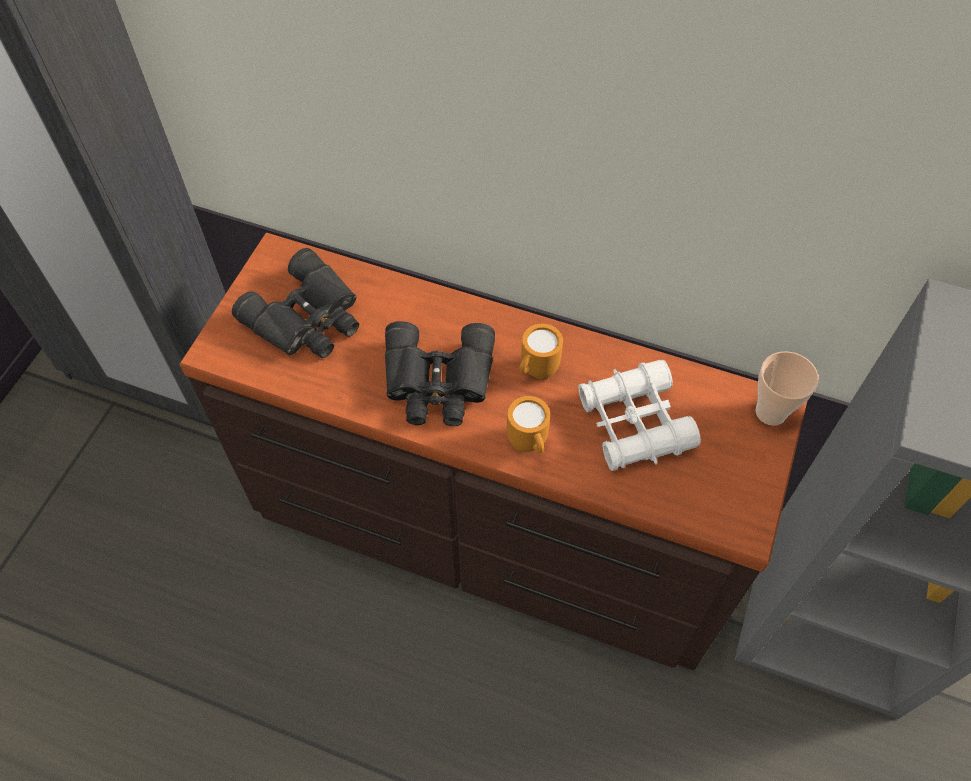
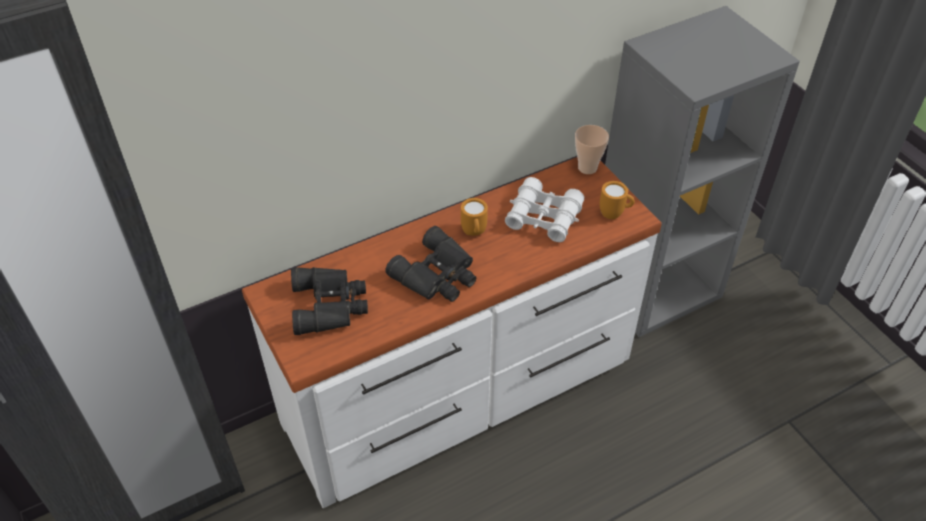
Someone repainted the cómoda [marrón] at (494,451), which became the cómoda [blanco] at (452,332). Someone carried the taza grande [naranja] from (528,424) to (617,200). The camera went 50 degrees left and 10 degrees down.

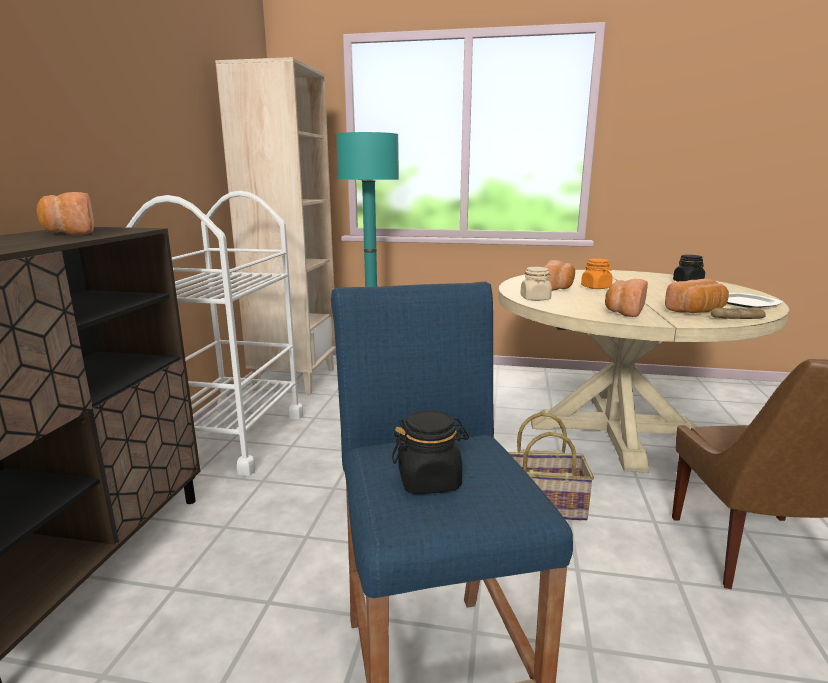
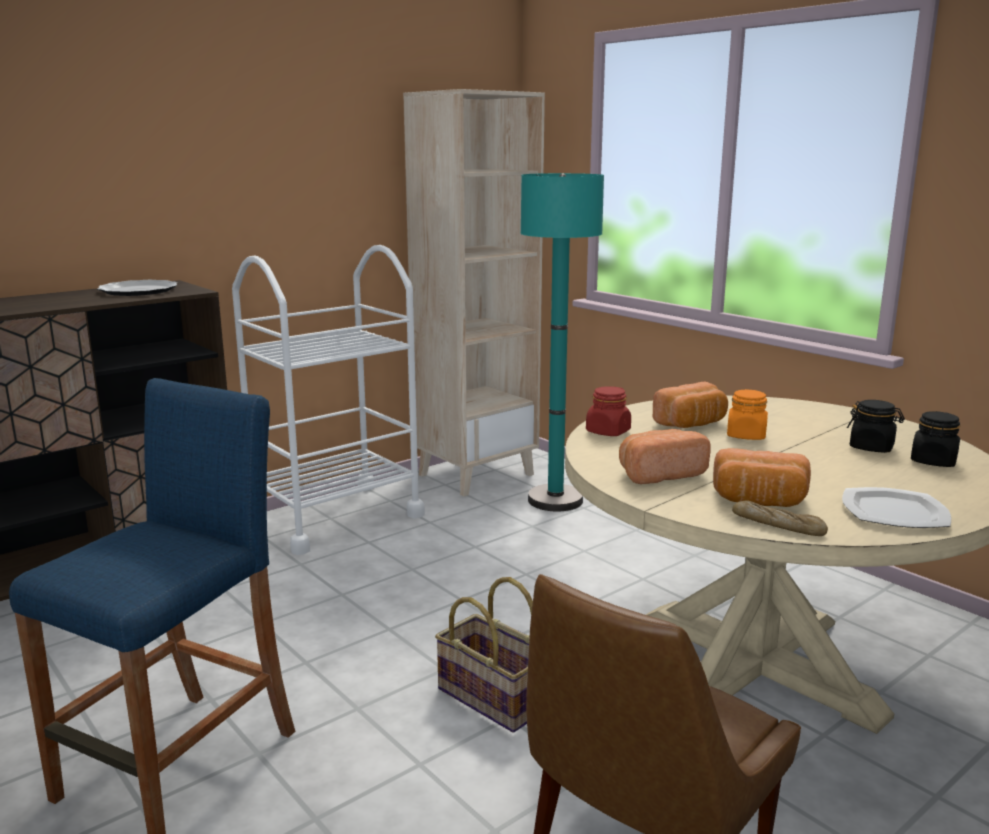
Someone swapped the pan at (65,213) for the plato at (137,288). Someone carried the tarro [negro] from (430,452) to (876,426). Someone repainted the tarro [beis] at (536,284), which became the tarro [rojo] at (608,411). The camera went 40 degrees right and 0 degrees up.

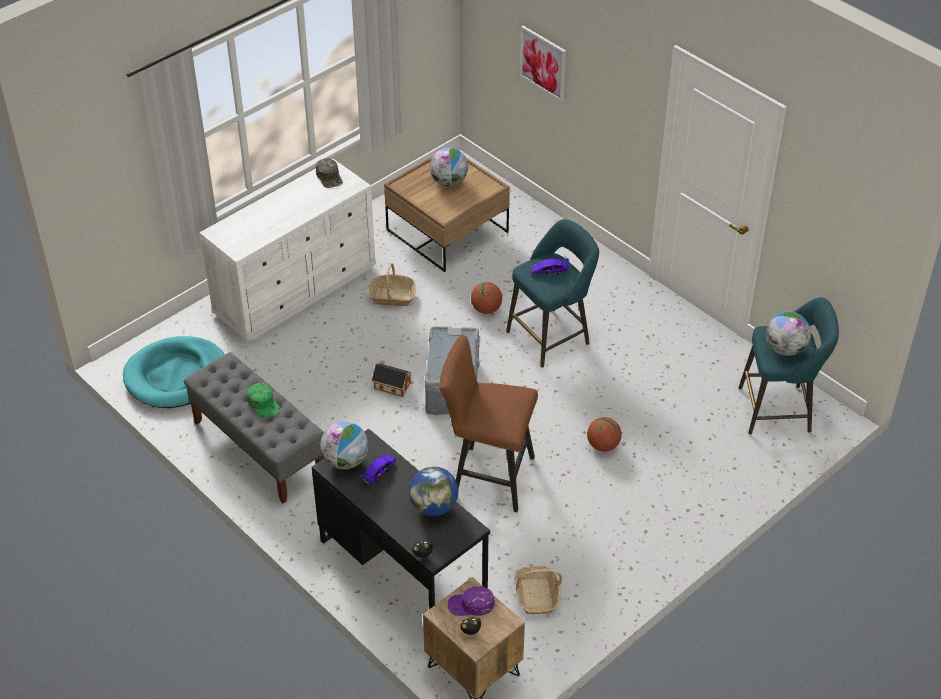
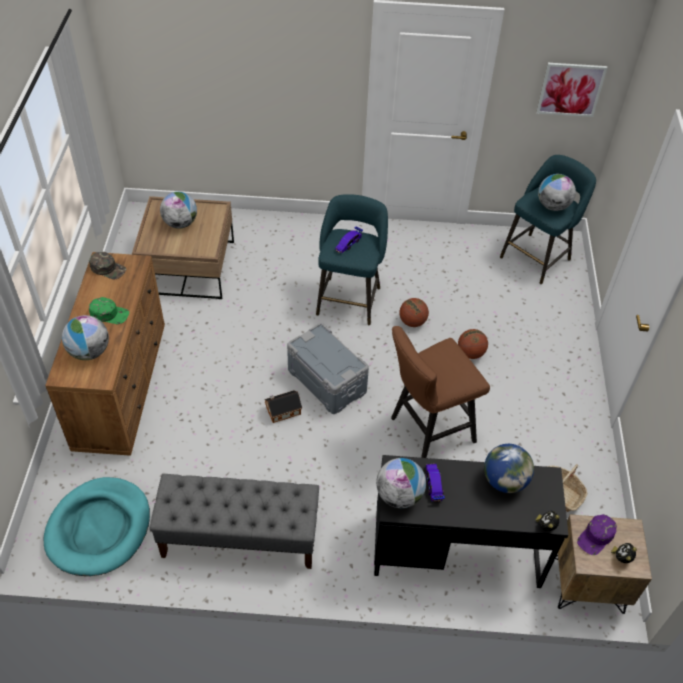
Someone repainted the cómoda [blanco] at (287,250), which became the cómoda [marrón] at (105,354). Someone carried the gorra [verde] from (263,400) to (109,310). Someone took away the cesta at (392,284). Someone carried the balón de baloncesto from (486,298) to (414,312). Someone carried the cuadro from (543,64) to (571,90). Someone put down the globo terráqueo at (85,337). The camera went 45 degrees left and 5 degrees up.

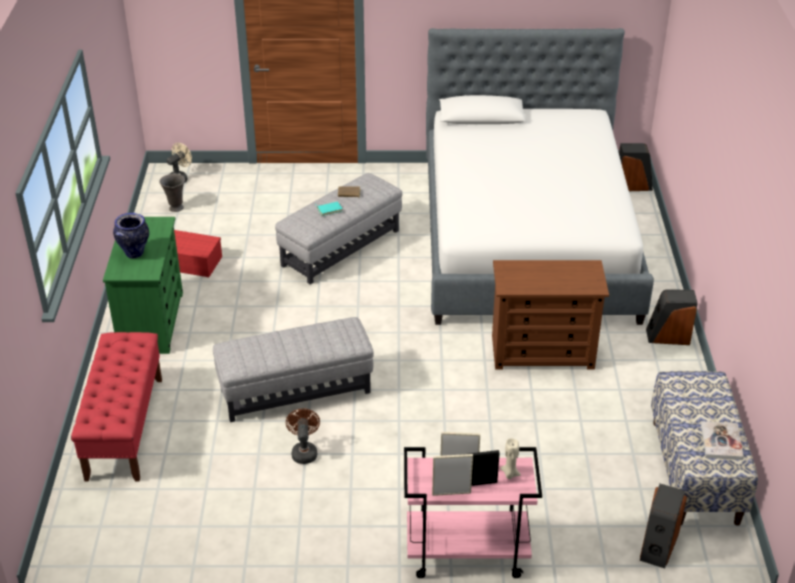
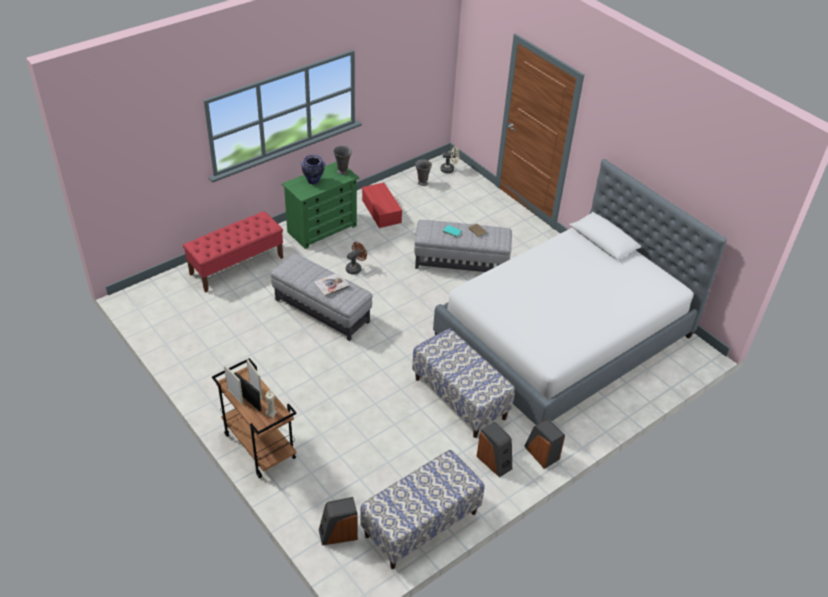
Someone carried the ventilador [marrón] from (303,436) to (356,258). Someone repainted the carrito [rosa] at (473,512), which became the carrito [marrón] at (254,418). Someone swapped the cómoda [marrón] at (550,315) for the banco at (463,383). Someone carried the altavoz from (636,167) to (494,449). Someone carried the libro from (722,440) to (332,284). Someone put down the florero [gris] at (342,160). The camera went 50 degrees right and 5 degrees up.

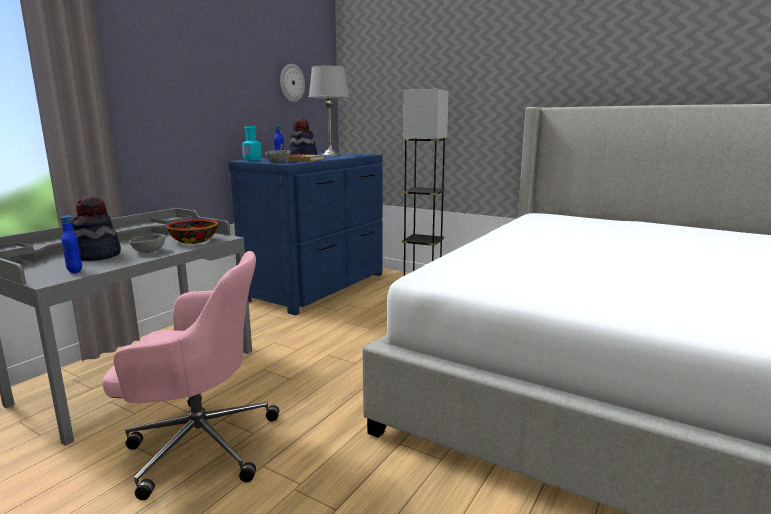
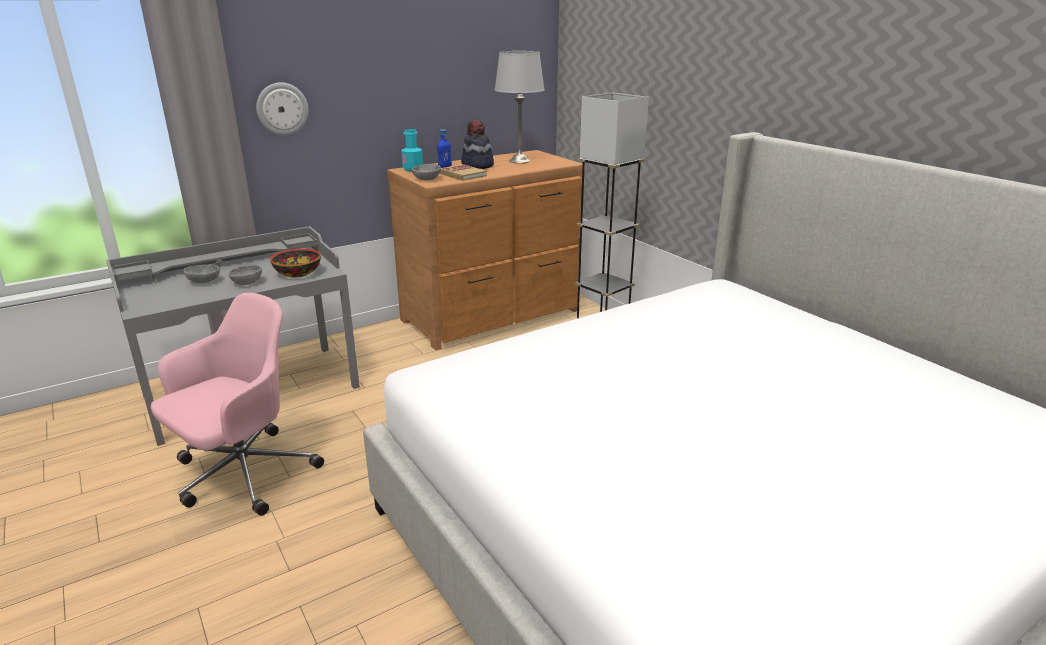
Someone took away the botella [azul] at (71,244). Someone swapped the sombrero at (96,228) for the cuenco [gris] at (202,274). Someone rotated the silla de oficina [rosa] at (190,375) by 75 degrees counterclockwise. Someone repainted the cómoda [azul] at (306,234), which became the cómoda [marrón] at (486,250). Someone carried the reloj de pared from (292,83) to (282,108). The camera went 25 degrees right and 10 degrees up.

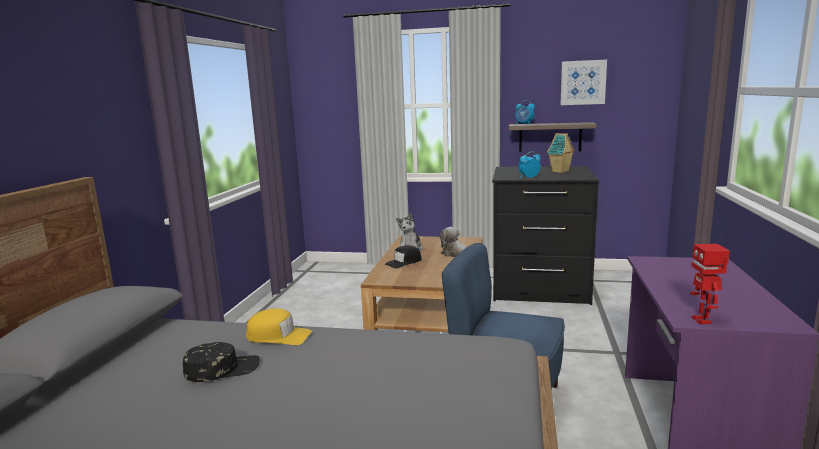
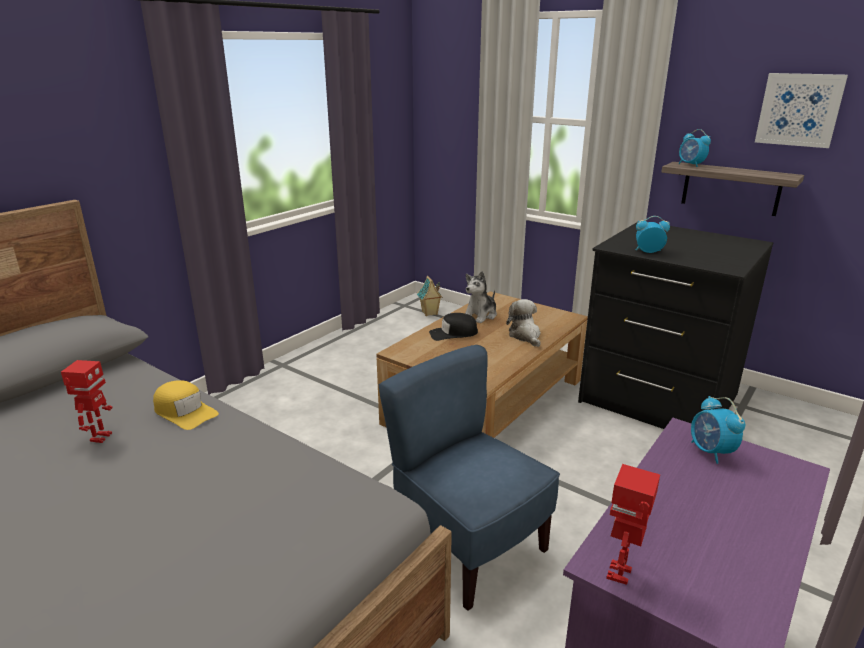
Someone swapped the gorra [negro] at (221,362) for the robot de juguete at (87,401). Someone carried the casita from (561,153) to (430,296). Someone put down the despertador at (718,430). The camera went 25 degrees right and 10 degrees up.

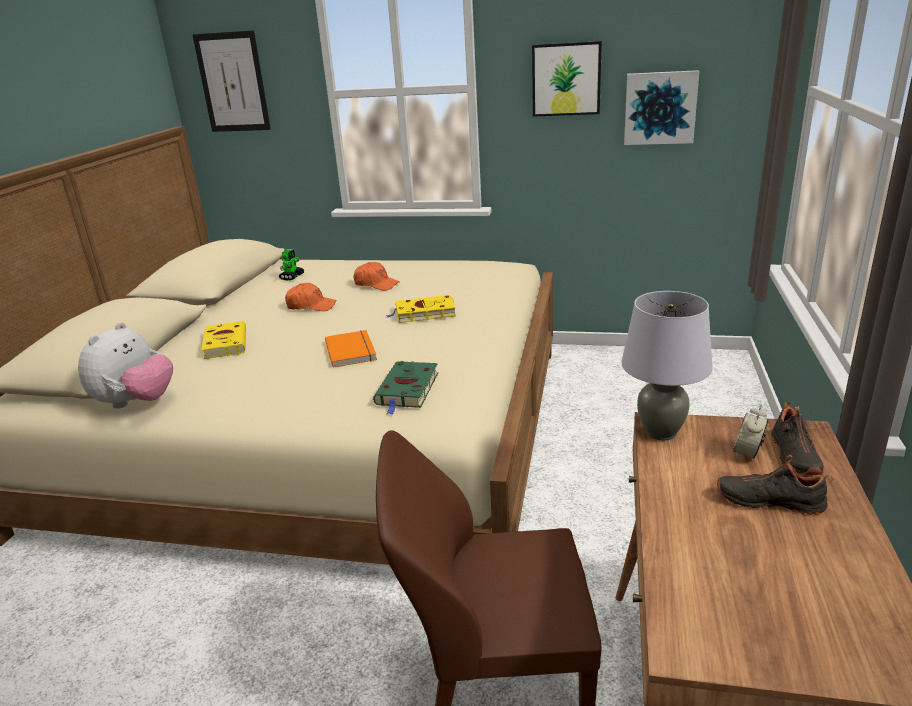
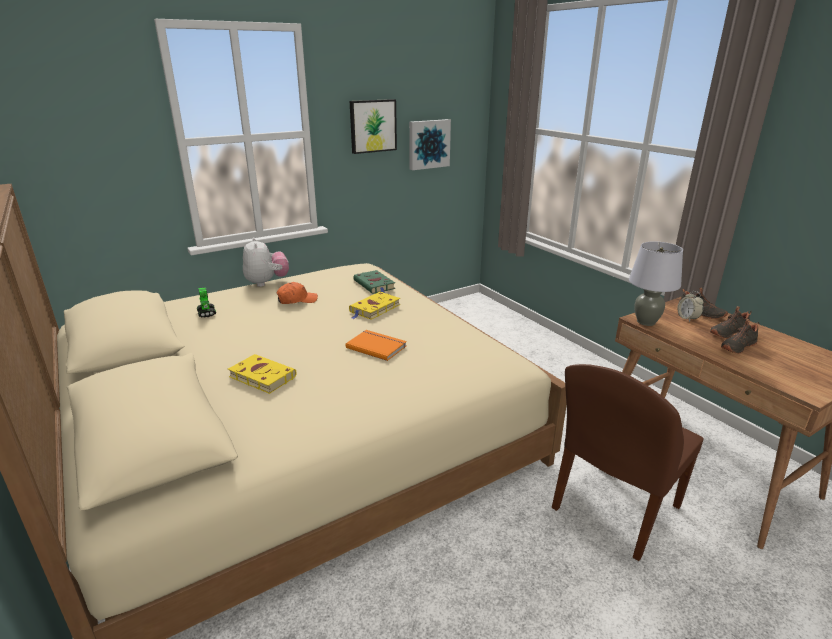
Someone carried the peluche from (125,365) to (266,262). Someone took away the cuadro at (231,81). Someone took away the gorra [naranja] at (310,297). Someone carried the libro [verde] from (405,388) to (374,282). Someone put down the zapato [negro] at (740,336). The camera went 45 degrees left and 0 degrees up.

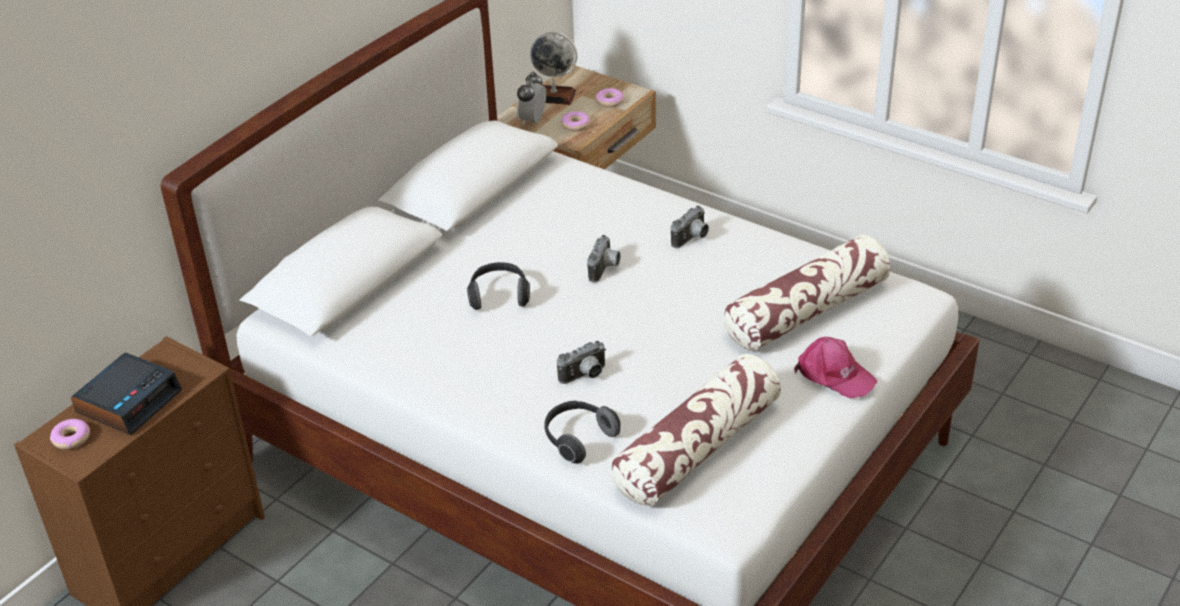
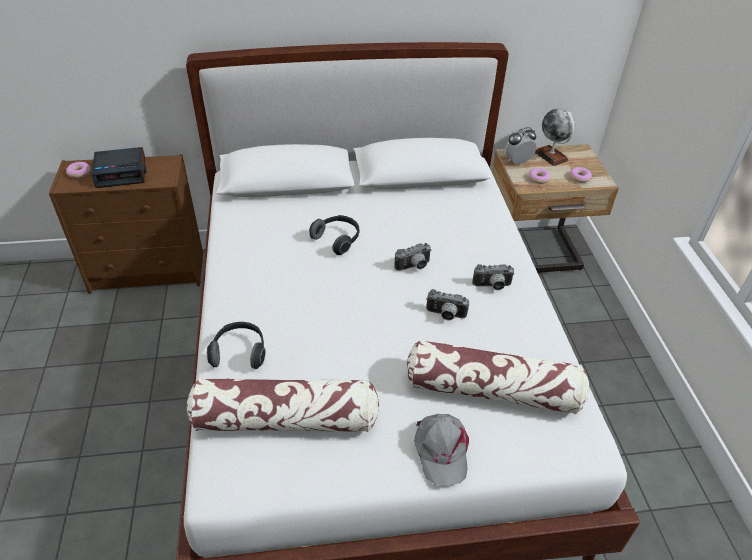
Someone carried the cámara from (581,362) to (447,304). Someone repainted the gorra [rosa] at (836,368), which became the gorra [gris] at (441,450). The camera went 45 degrees right and 5 degrees up.

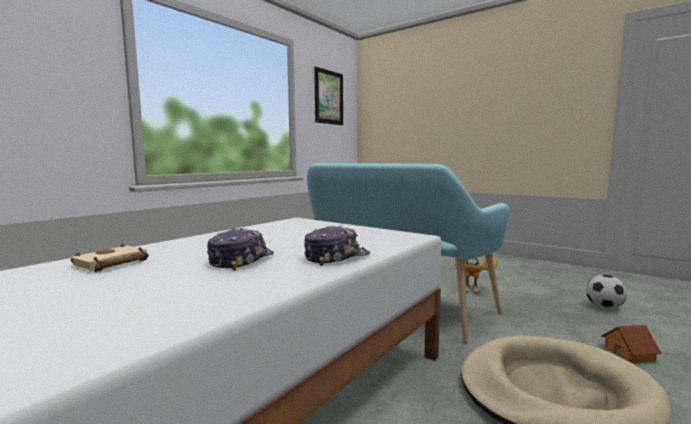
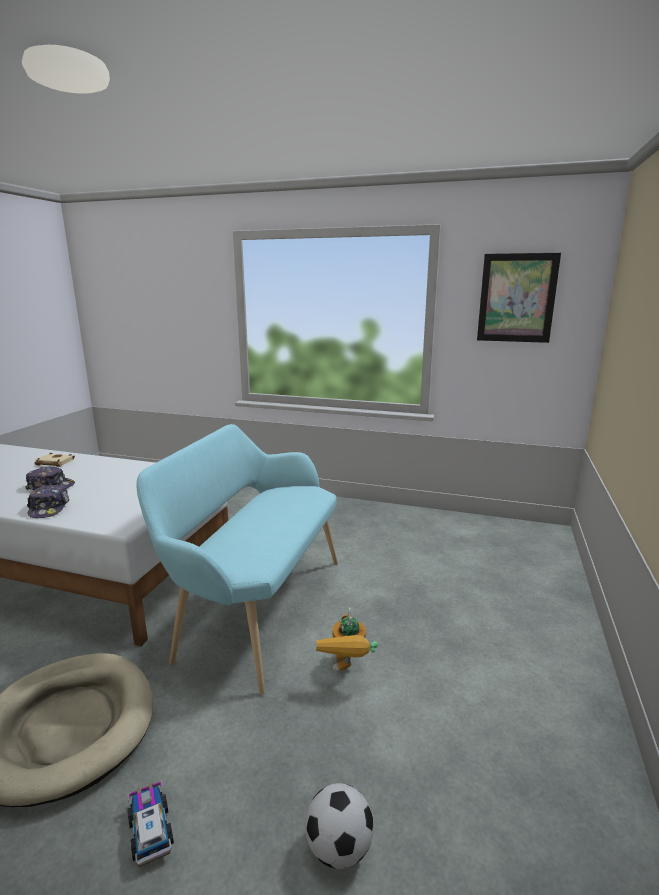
Someone rotated the gorra at (337,246) by 45 degrees clockwise. Someone swapped the casita at (631,344) for the camión de juguete at (150,823). The camera went 70 degrees right and 10 degrees up.

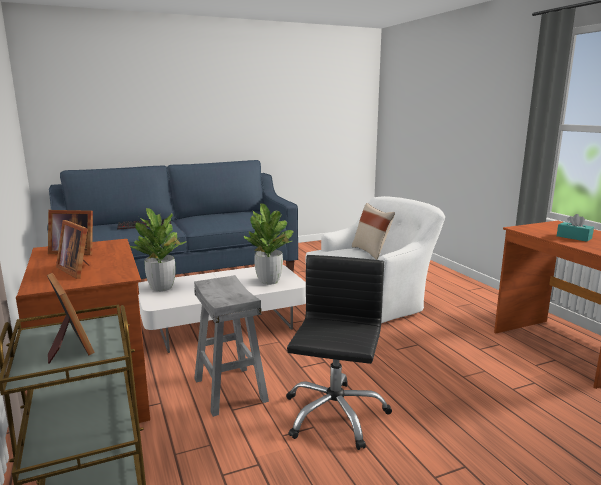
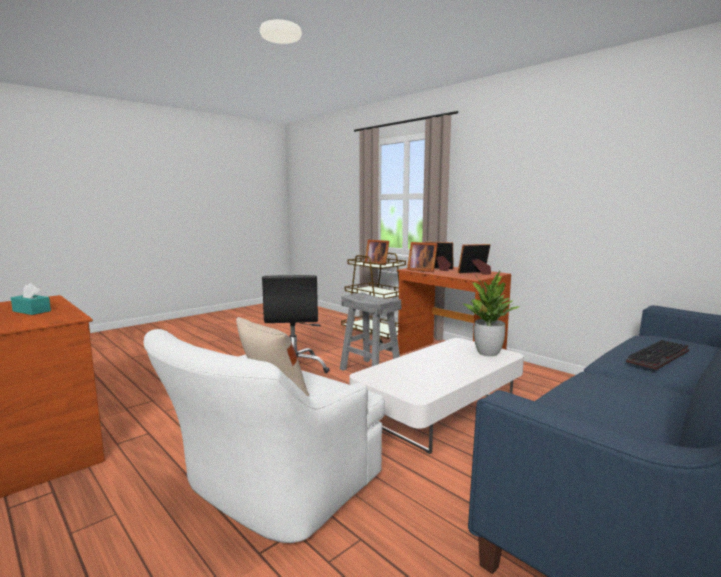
Someone took away the planta en maceta at (269,244). Someone put down the portarretratos at (422,257). The camera went 160 degrees right and 5 degrees down.

